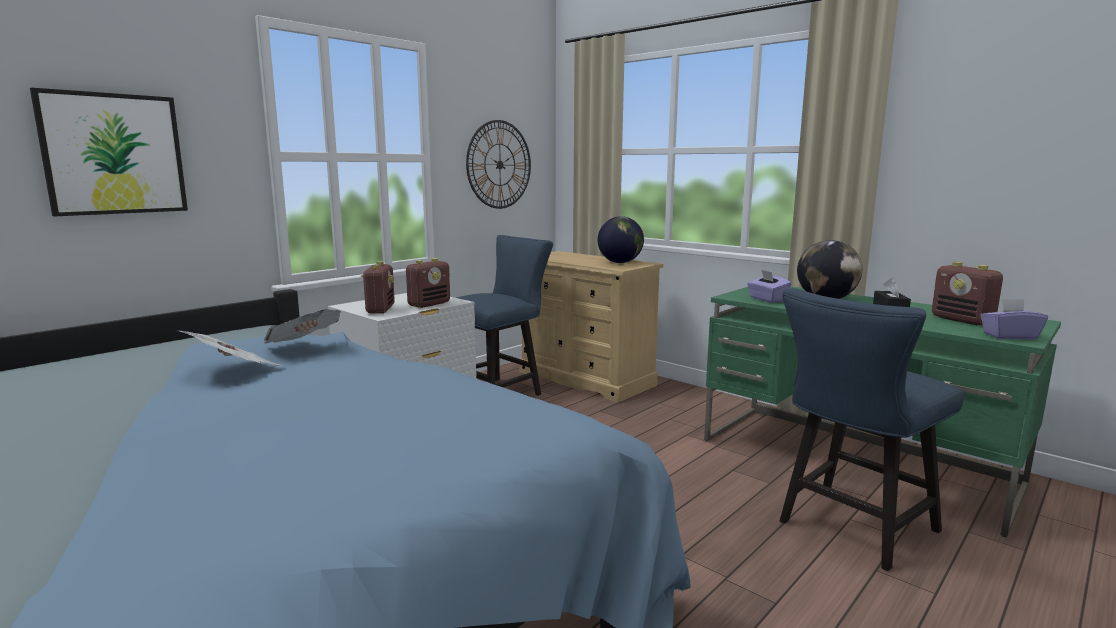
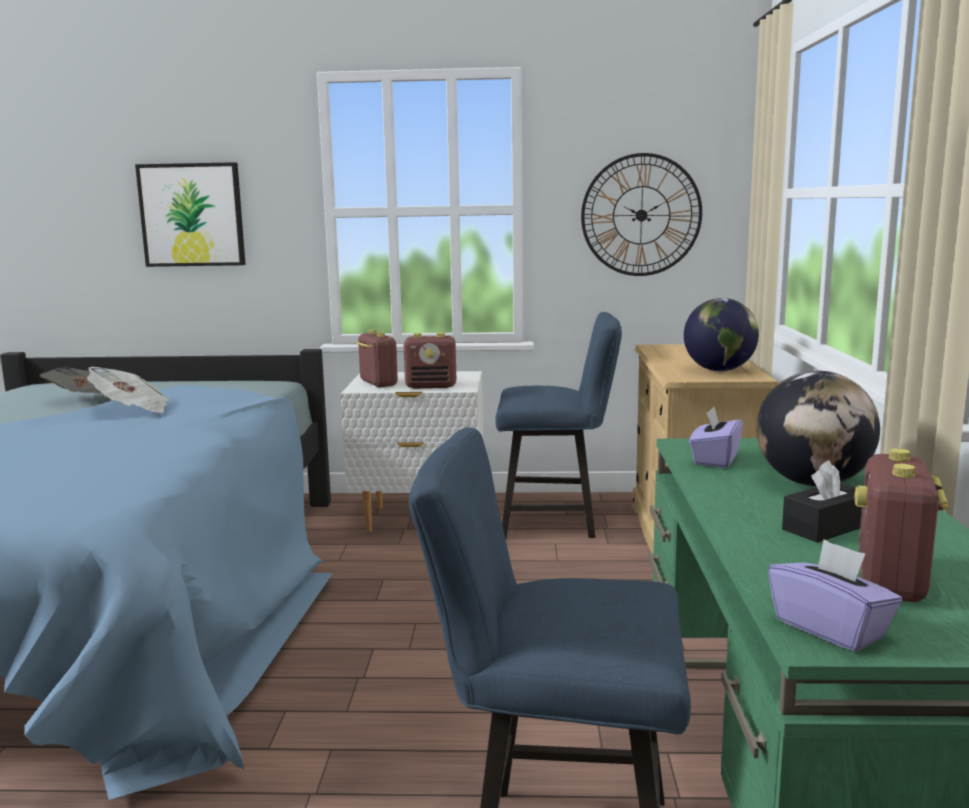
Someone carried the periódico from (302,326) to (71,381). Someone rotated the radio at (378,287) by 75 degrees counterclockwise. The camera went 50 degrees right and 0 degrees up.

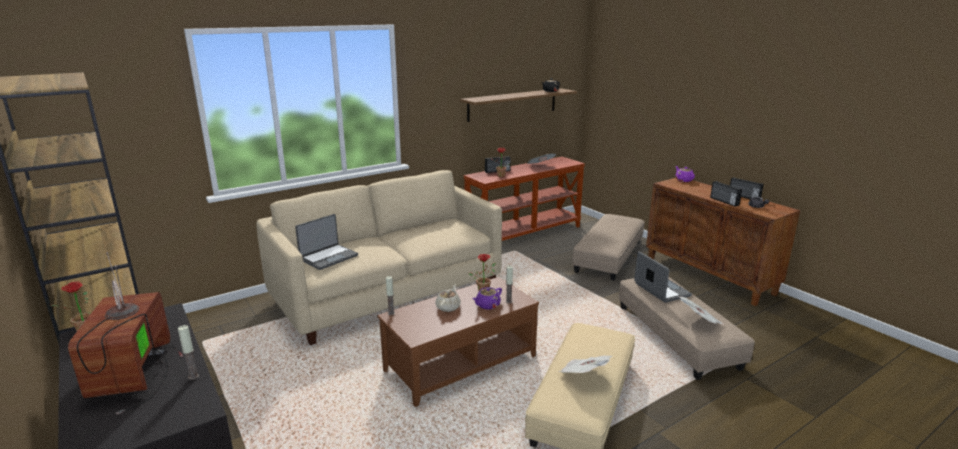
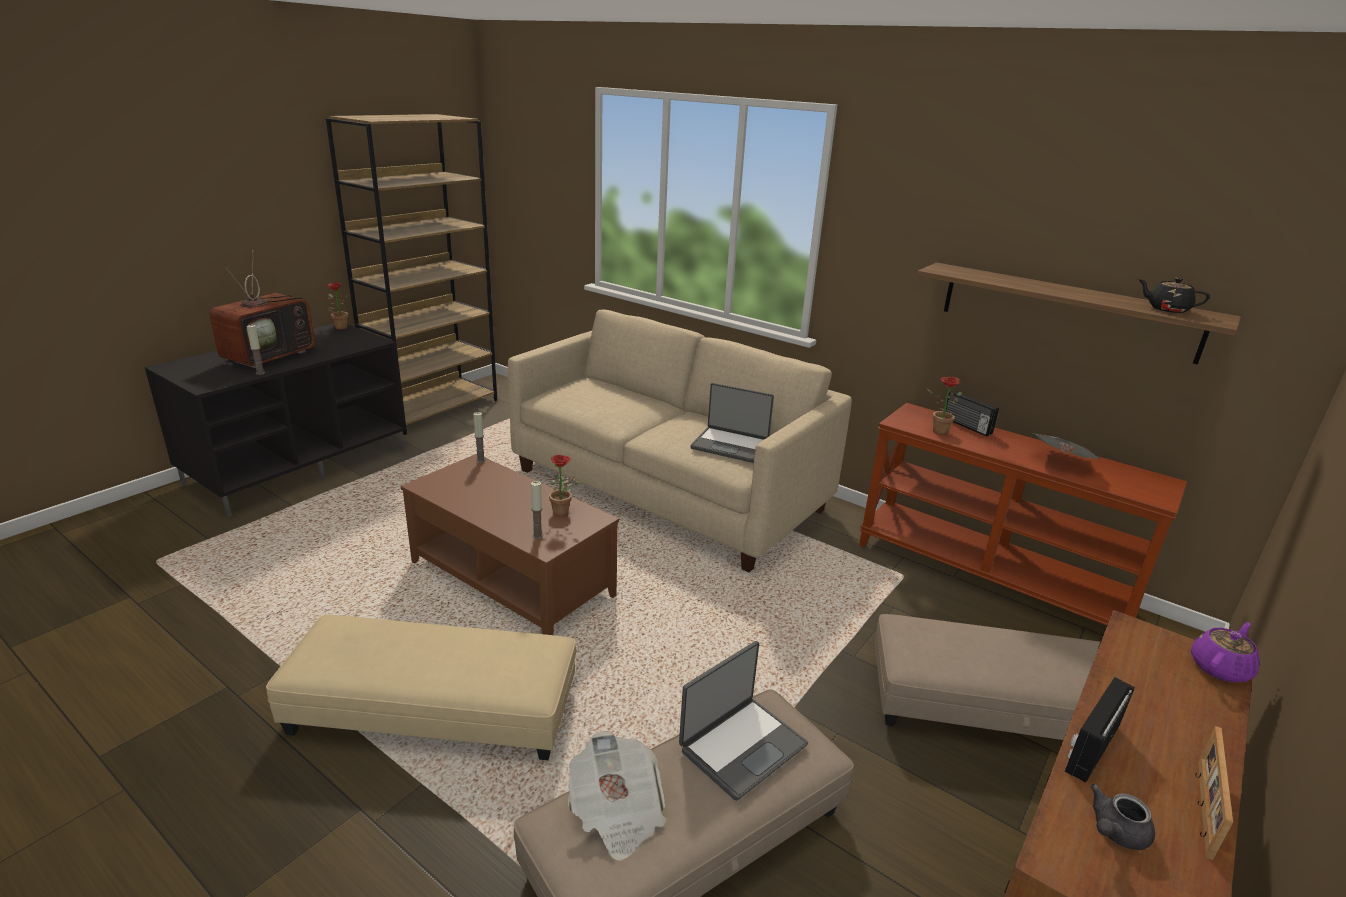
Someone rotated the televisor at (125,333) by 150 degrees clockwise. Someone carried the portátil from (326,242) to (732,423). Someone took away the tetera [beis] at (448,298). Someone took away the tetera [morado] at (487,298). Someone took away the periódico at (585,364). Someone swapped the radio at (747,188) for the portarretratos at (1214,793). The camera went 70 degrees right and 5 degrees up.

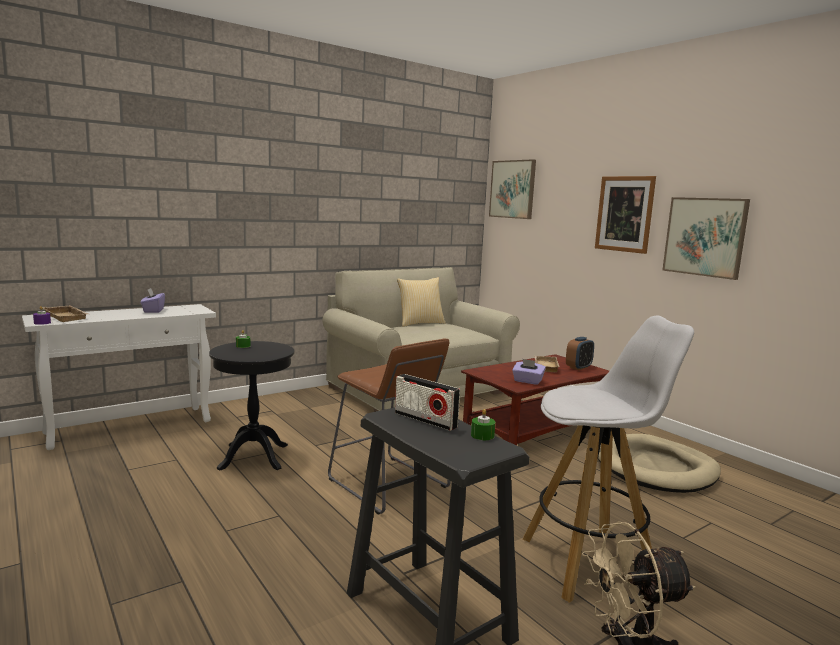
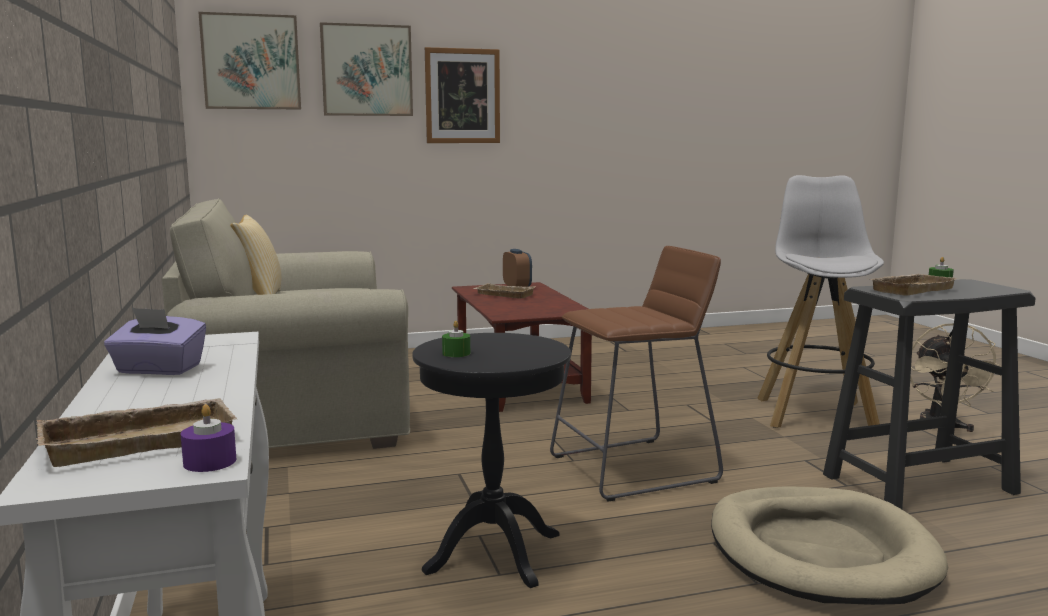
Someone swapped the radio at (427,402) for the bandeja [beis] at (914,285). Someone took away the caja de pañuelos [morado] at (529,372). Someone carried the cama para perro [beis] from (659,463) to (829,545). Someone carried the cuadro from (706,238) to (366,69). The camera went 70 degrees left and 0 degrees up.

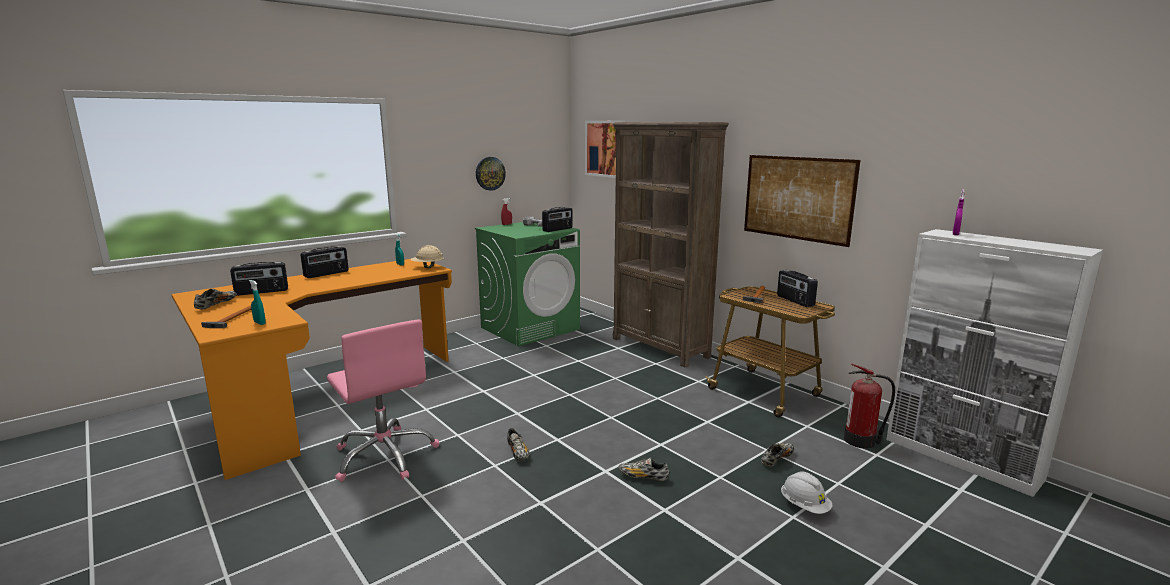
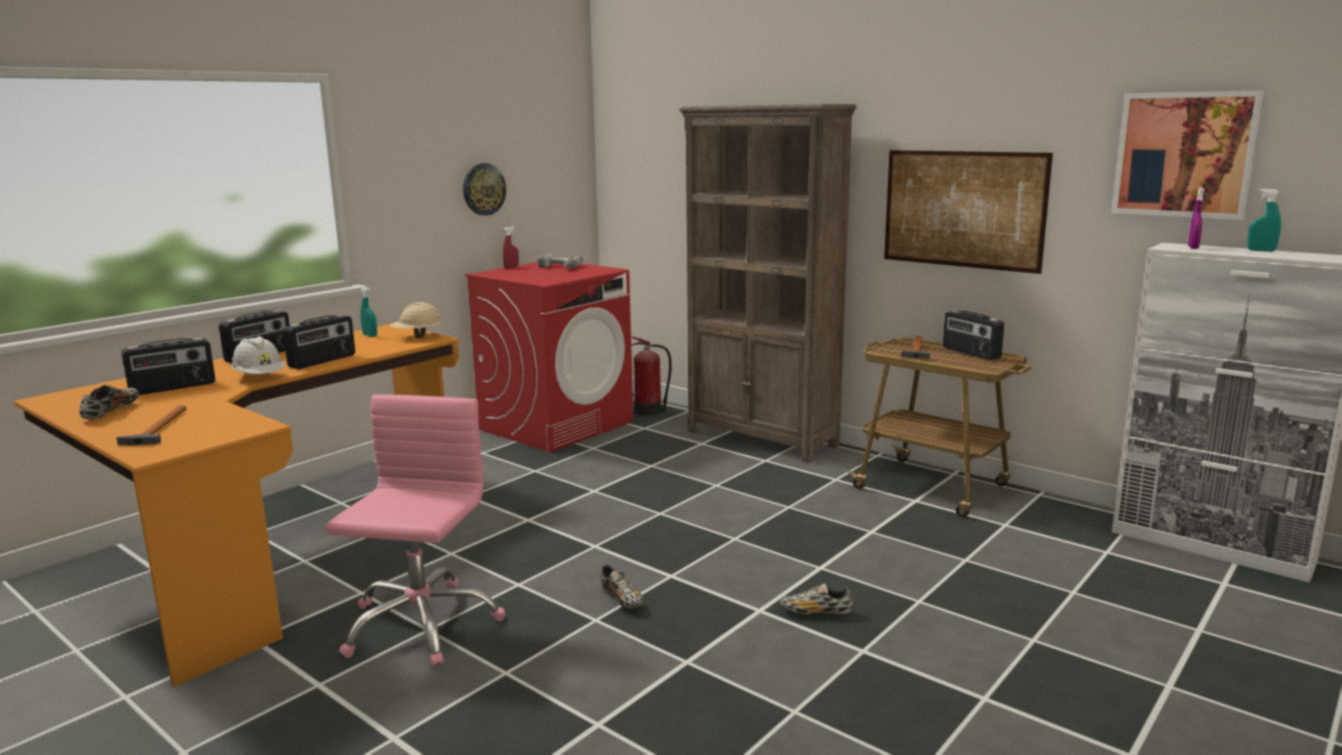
Someone carried the pulverizador [turquesa] from (257,302) to (1264,220). Someone rotated the silla de oficina [rosa] at (383,400) by 120 degrees counterclockwise. Someone repainted the lavadora [verde] at (527,284), which became the lavadora [rojo] at (549,357). Someone carried the radio from (557,219) to (319,341). Someone carried the cuadro from (605,149) to (1187,155). Someone took away the zapato at (777,455). Someone carried the casco [blanco] from (807,493) to (258,355). Someone carried the extintor from (869,406) to (651,376). The camera went 10 degrees left and 0 degrees up.

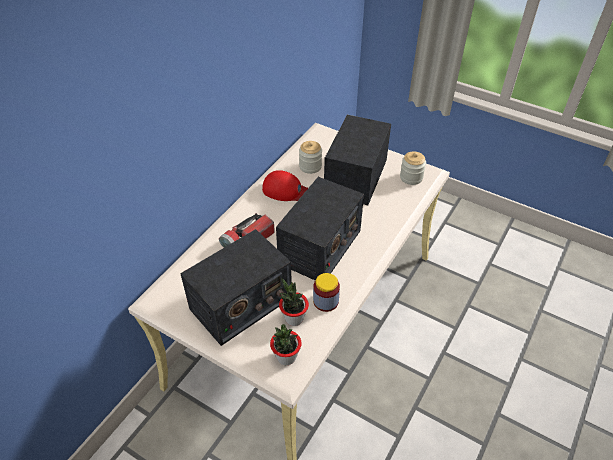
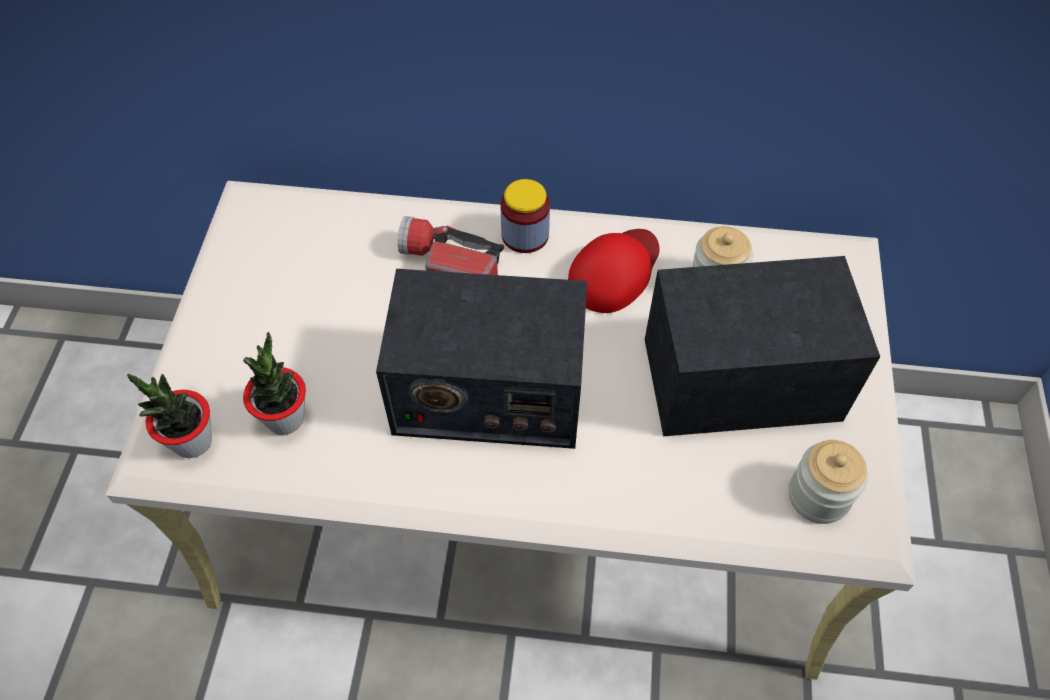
Someone took away the radio at (236,287). Someone rotated the gorra [rojo] at (285,185) by 135 degrees counterclockwise. Someone carried the tarro from (326,292) to (525,216). The camera went 65 degrees right and 10 degrees up.

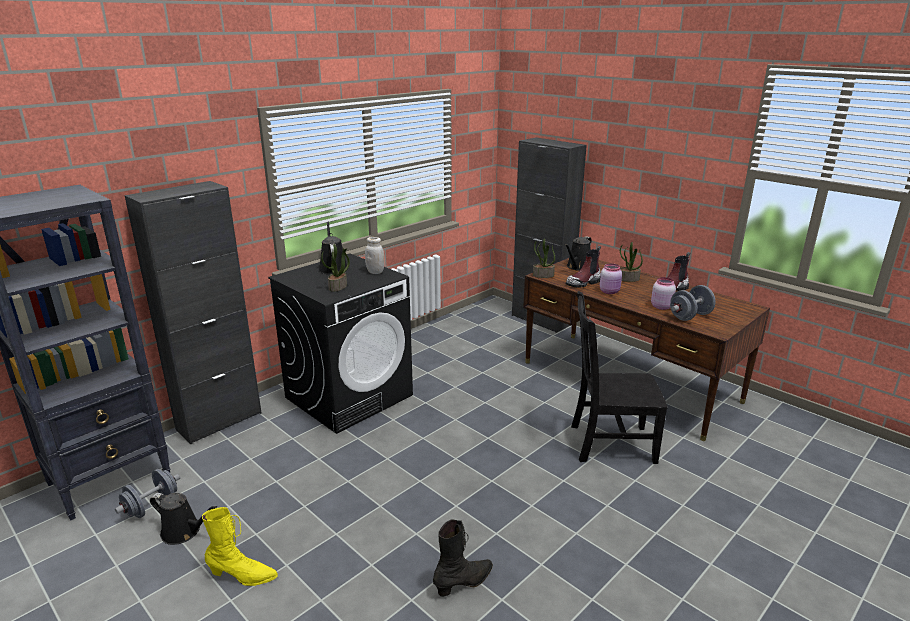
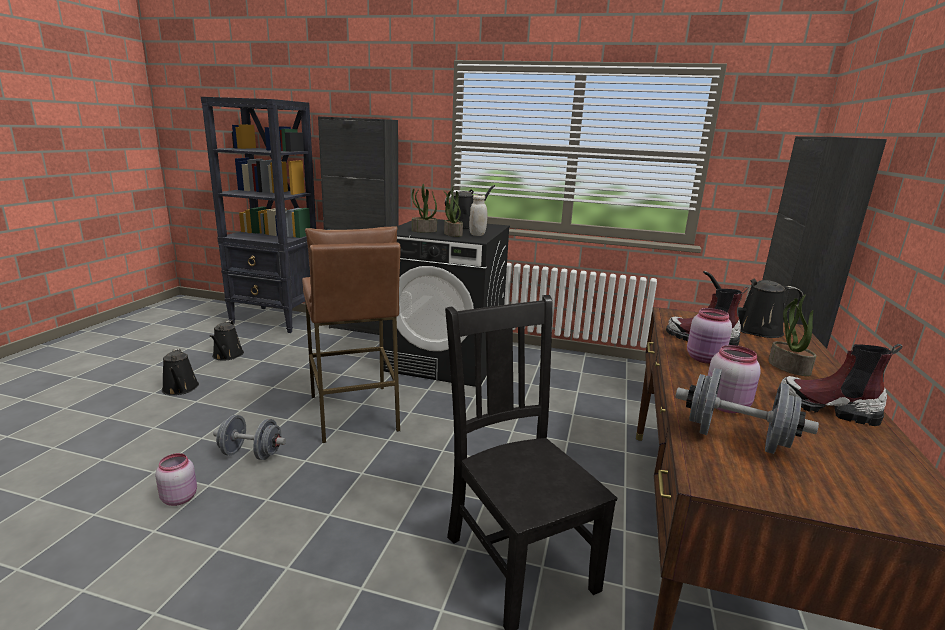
Someone carried the mancuerna [gris] from (147,493) to (249,437). Someone swapped the bota [amarillo] at (240,546) for the regadera [negro] at (180,371). Someone swapped the bota [negro] at (463,558) for the tarro [rosa] at (176,479). Someone carried the planta en maceta from (544,258) to (453,211). Someone put down the taburete [marrón] at (351,334). The camera went 60 degrees right and 5 degrees down.

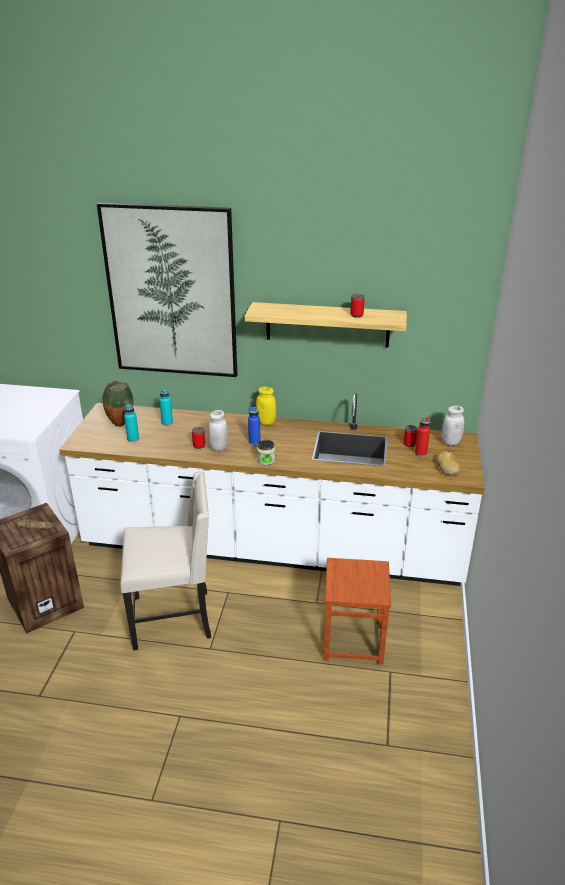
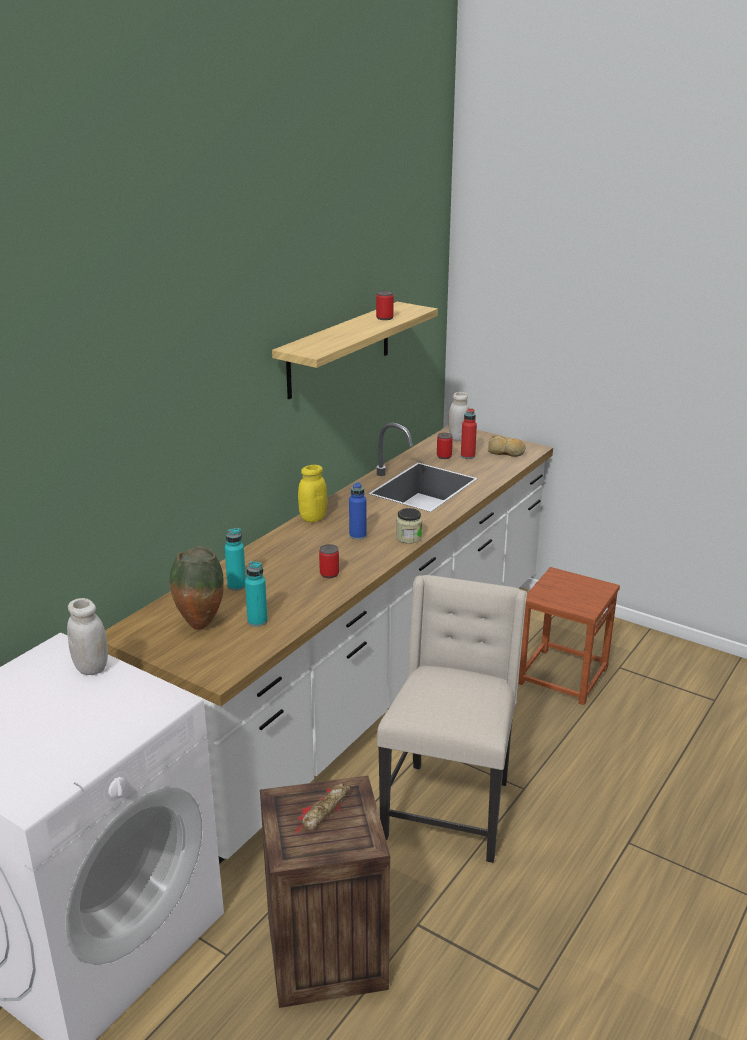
Someone took away the cuadro at (167,290). Someone carried the tarro [blanco] from (218,431) to (87,636). The camera went 65 degrees left and 5 degrees down.

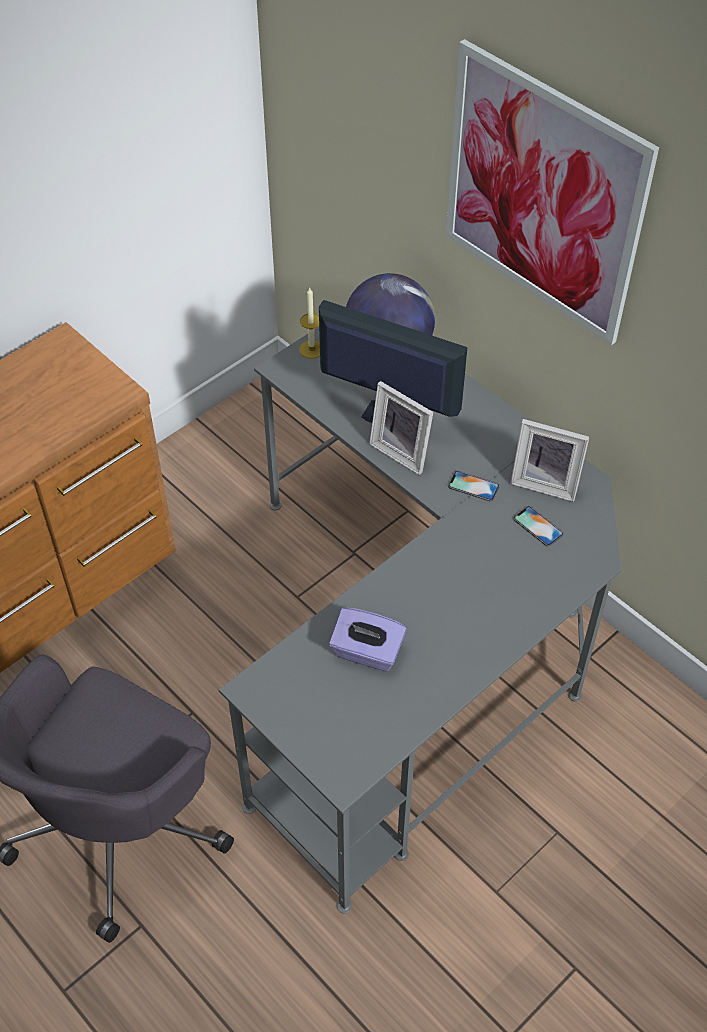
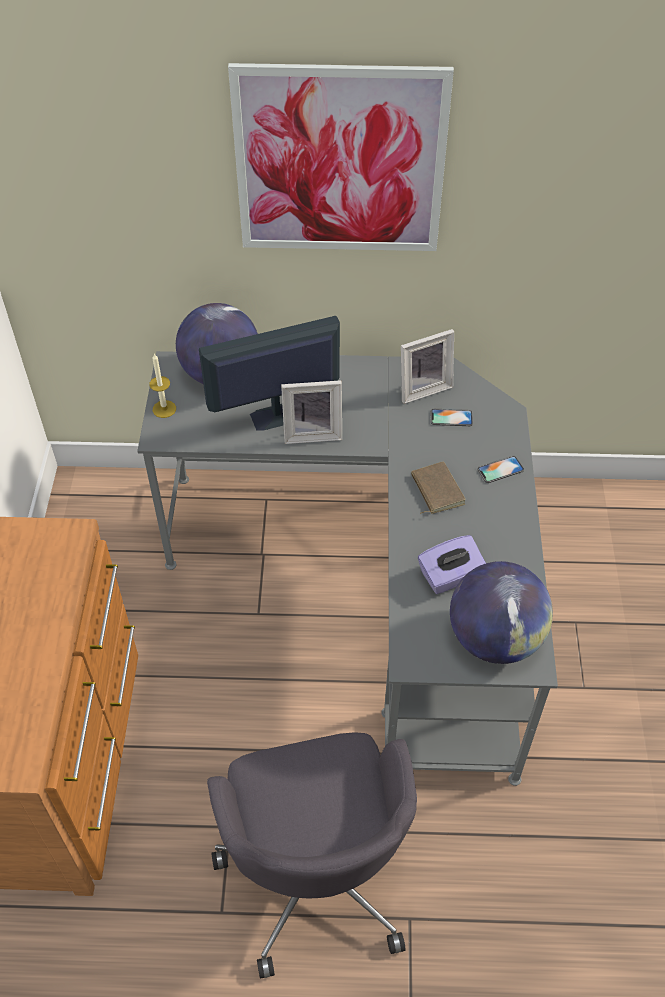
Someone carried the móvil from (474,486) to (500,469). Someone put down the libro [marrón] at (438,487). Someone put down the globo terráqueo at (501,612). The camera went 45 degrees left and 0 degrees up.

